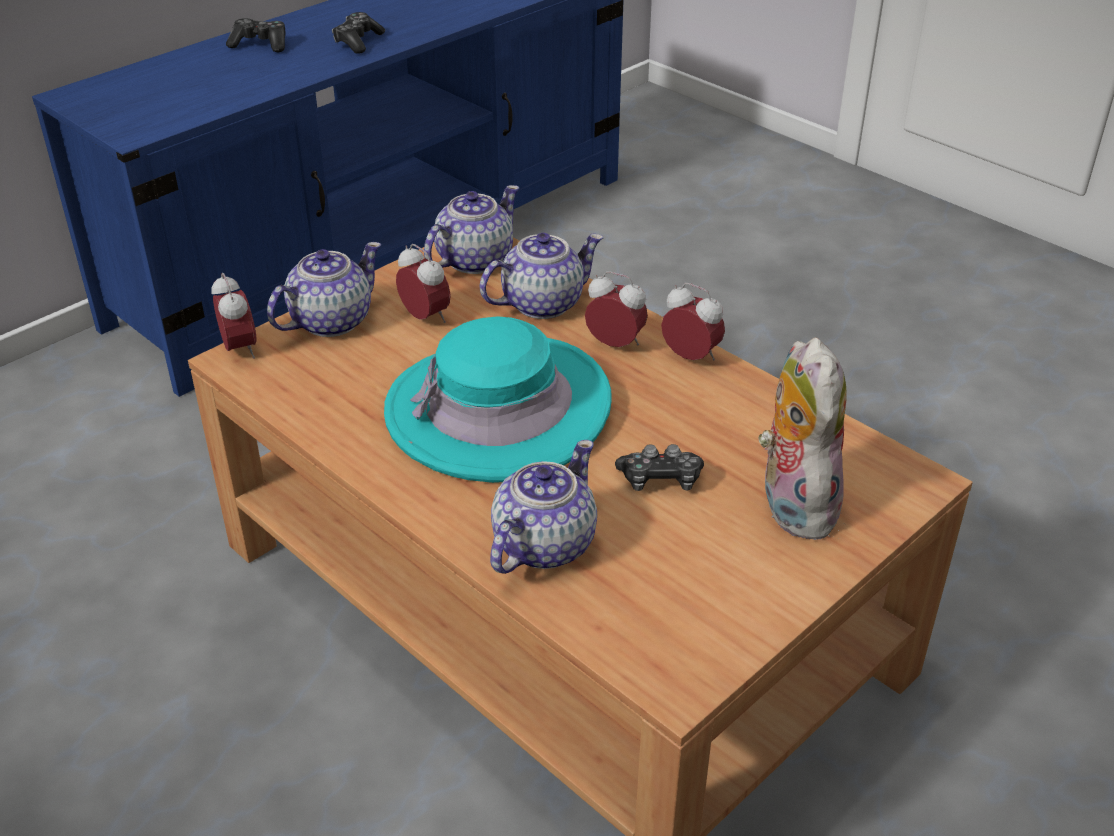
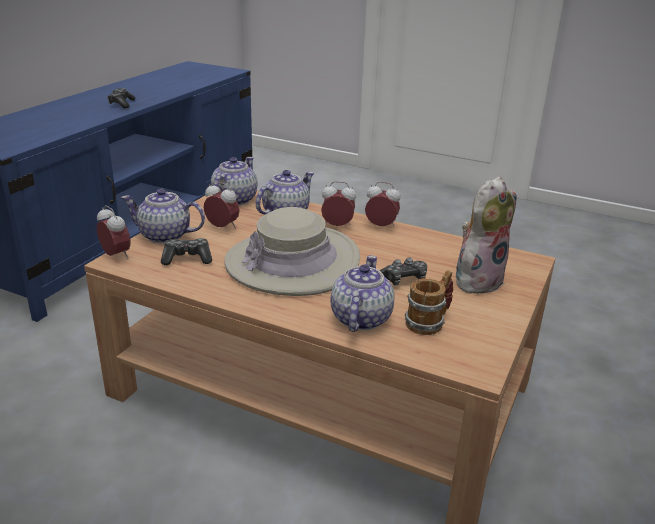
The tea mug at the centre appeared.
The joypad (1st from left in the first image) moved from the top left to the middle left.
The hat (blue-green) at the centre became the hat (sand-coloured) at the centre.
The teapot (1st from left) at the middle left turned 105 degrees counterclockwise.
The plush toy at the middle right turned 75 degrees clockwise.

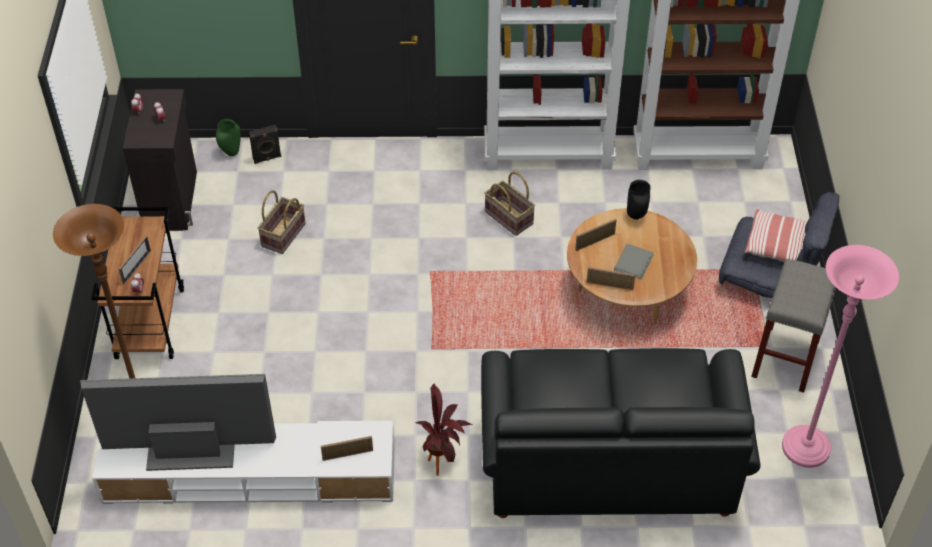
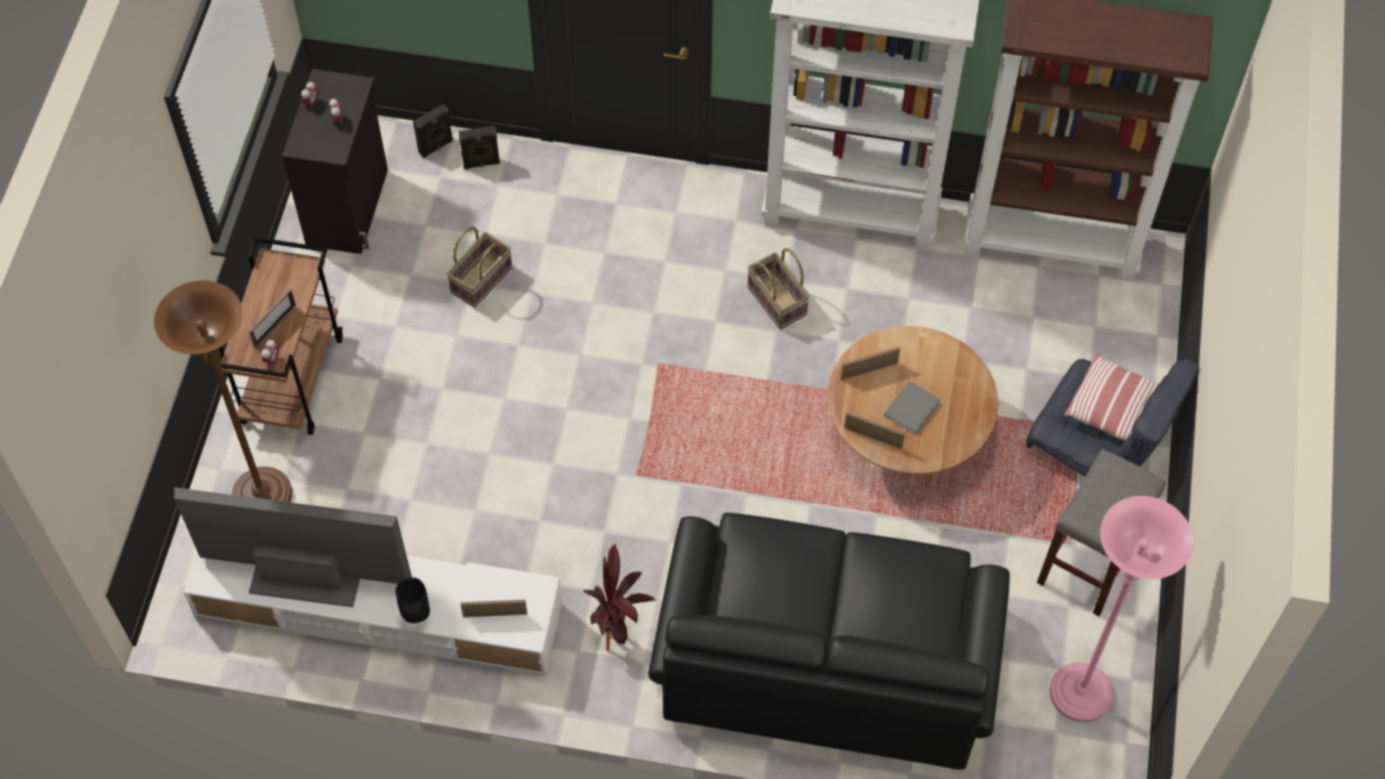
The flower vase (black-coloured) moved from the middle right to the bottom left.
The flower vase (green-coloured) at the top left was replaced by the audio speaker (black-coloured) (1st from left) at the top left.

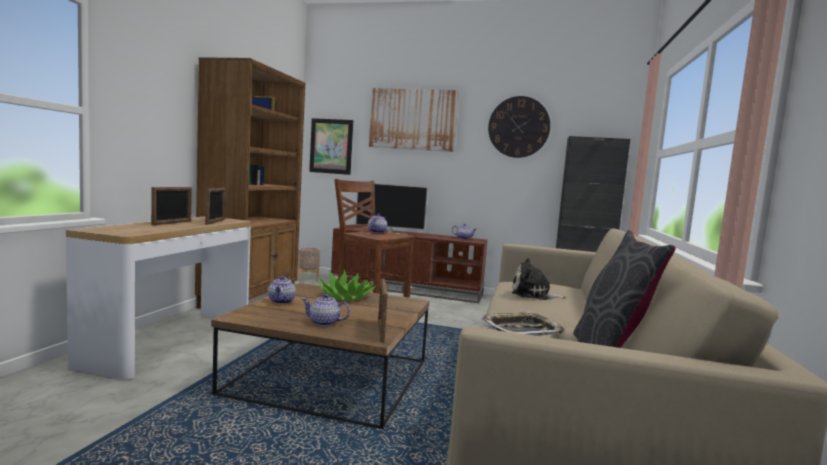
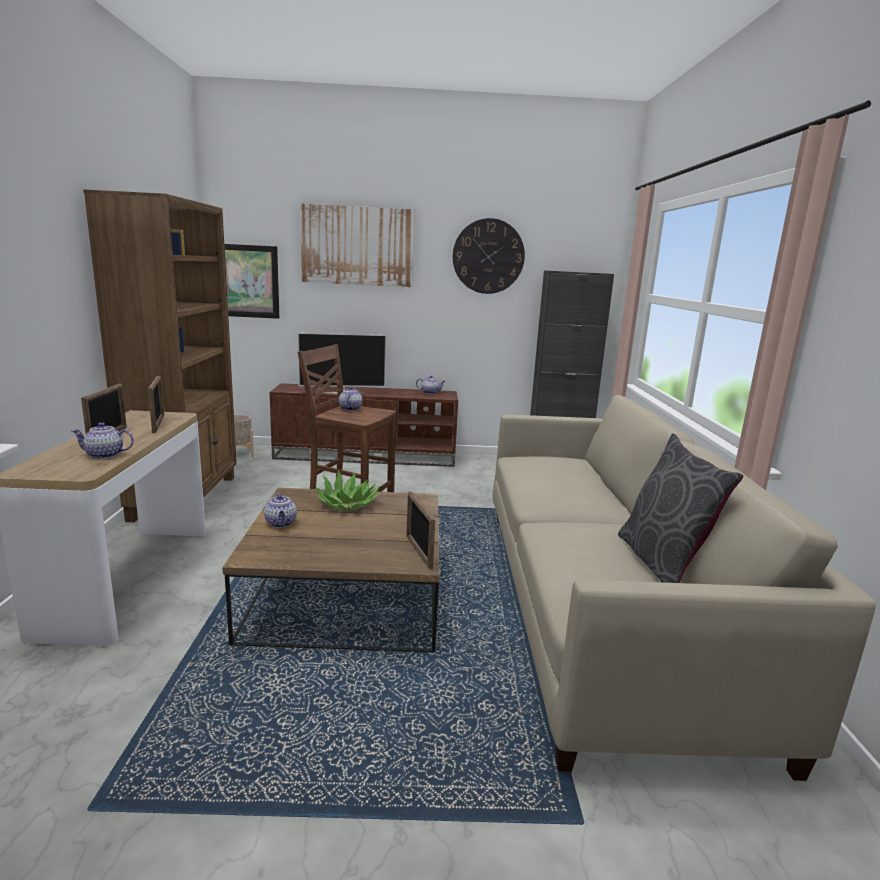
The serving tray at the bottom centre disappeared.
The plush toy at the centre disappeared.
The teapot (2nd from left in the first image) moved from the bottom centre to the middle left.

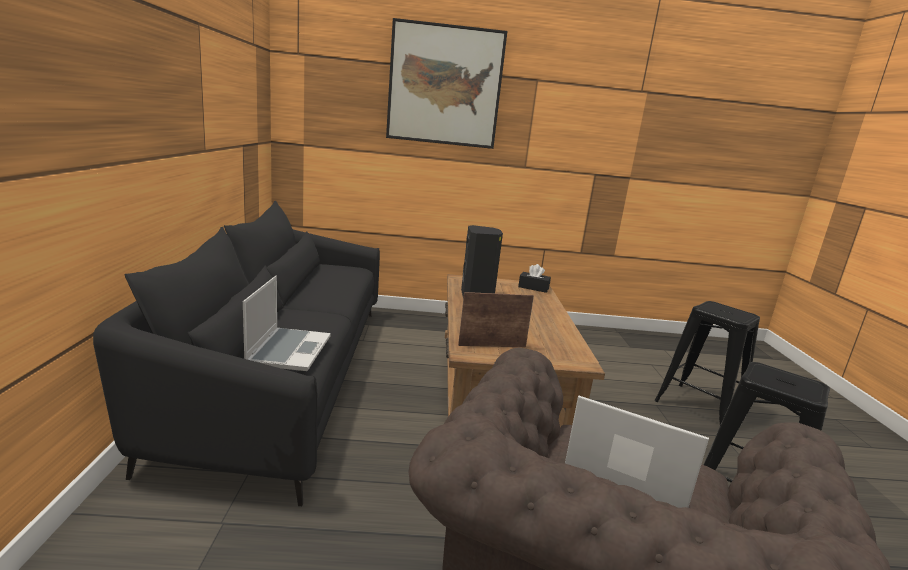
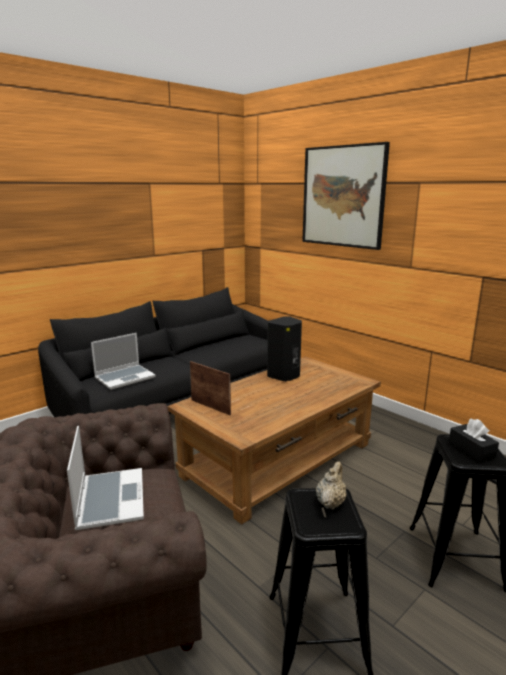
The teapot (sand-coloured) at the bottom centre appeared.
The tissue box (black-coloured) moved from the centre to the middle right.

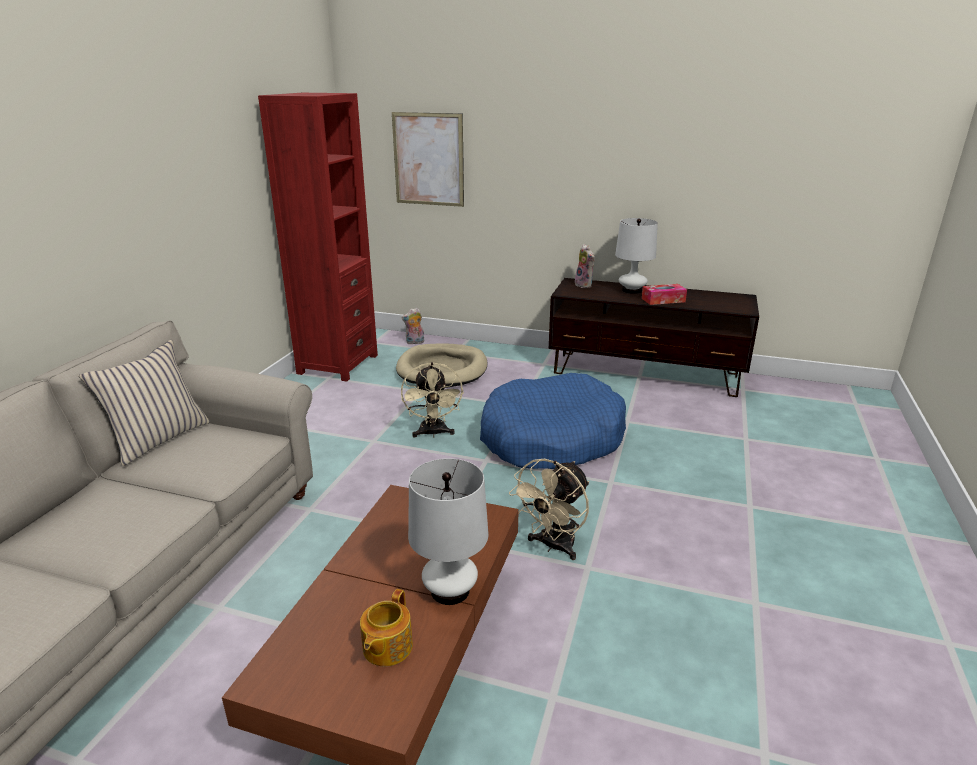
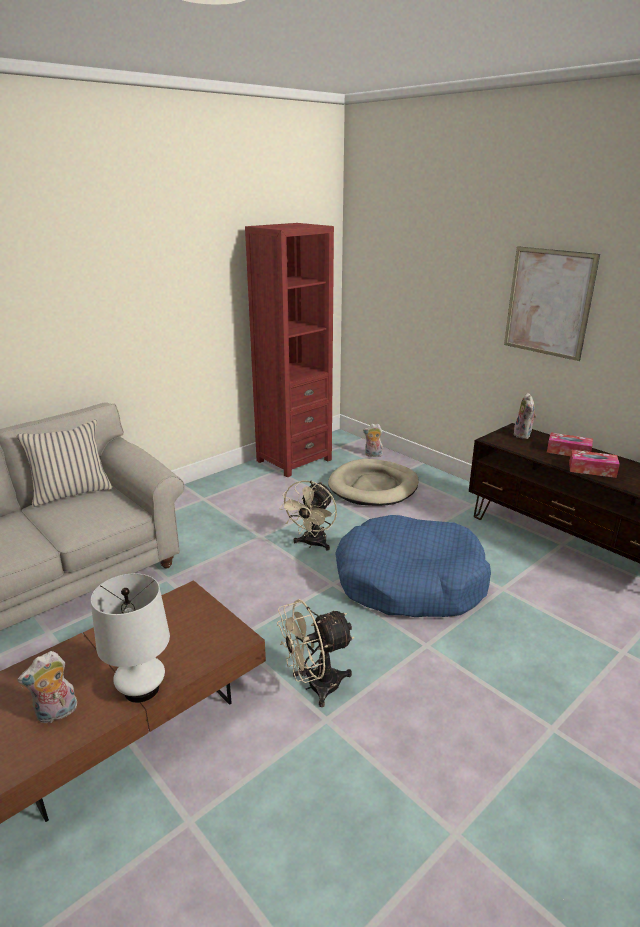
The wall art moved from the top centre to the top right.
The teapot at the bottom centre was replaced by the plush toy (1st from left) at the bottom left.
The table lamp (white) (2nd from left) at the centre was replaced by the tissue box (1st from left) at the middle right.

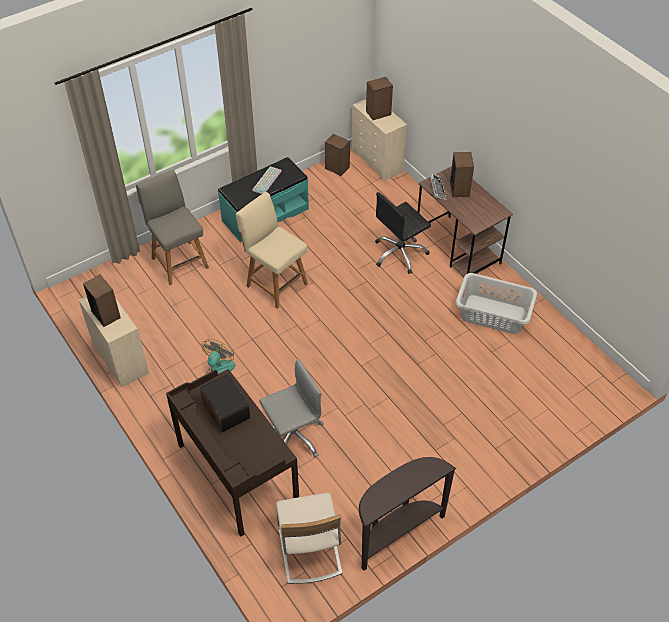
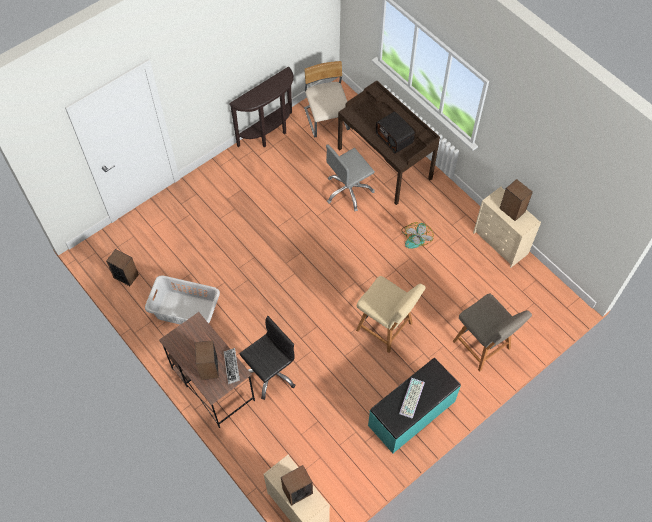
The audio speaker (2nd from left in the first image) moved from the top centre to the middle left.

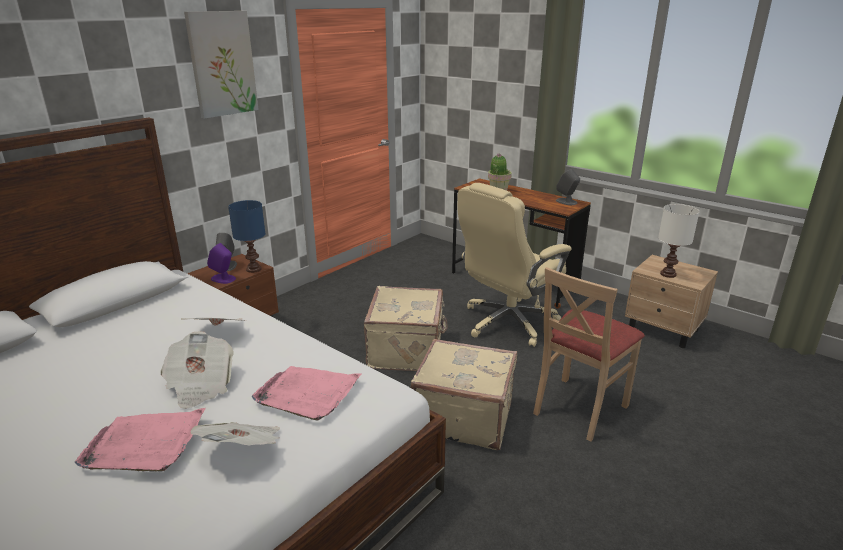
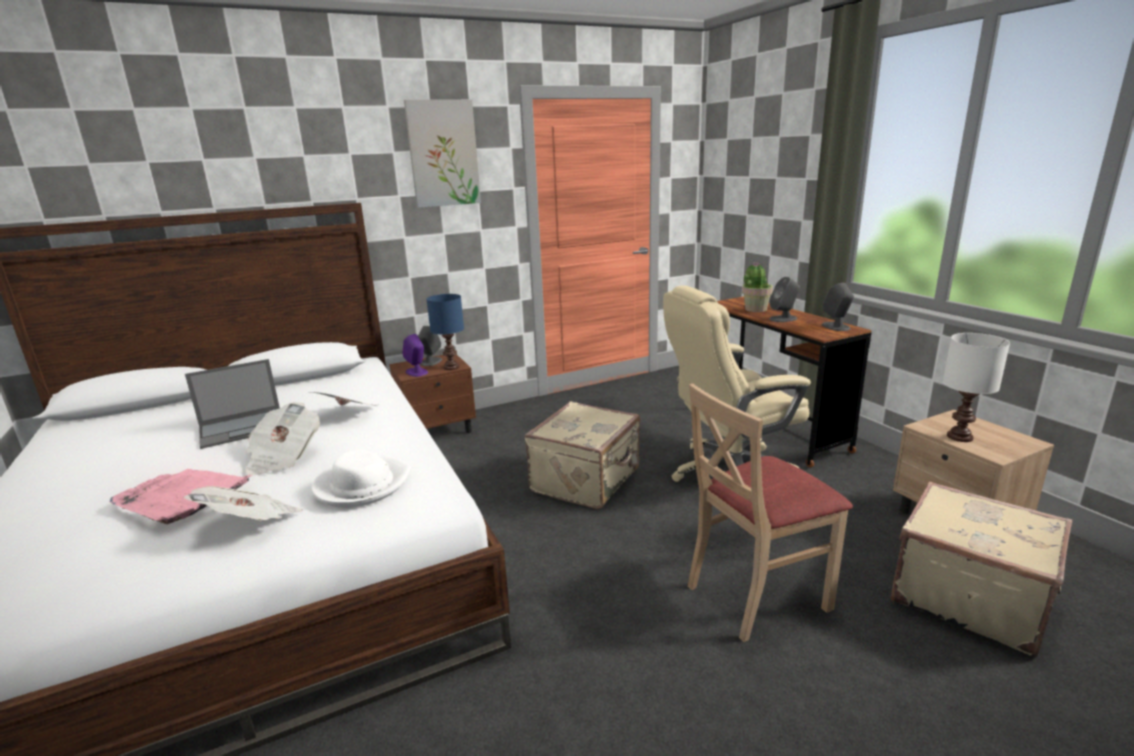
The laptop at the middle left appeared.
The audio speaker (greyish) (2nd from left) at the middle right appeared.
The suitcase (sand-coloured) (2nd from left) moved from the bottom centre to the bottom right.
The serving tray (pink) (2nd from left) at the bottom centre was replaced by the hat (white) at the middle left.

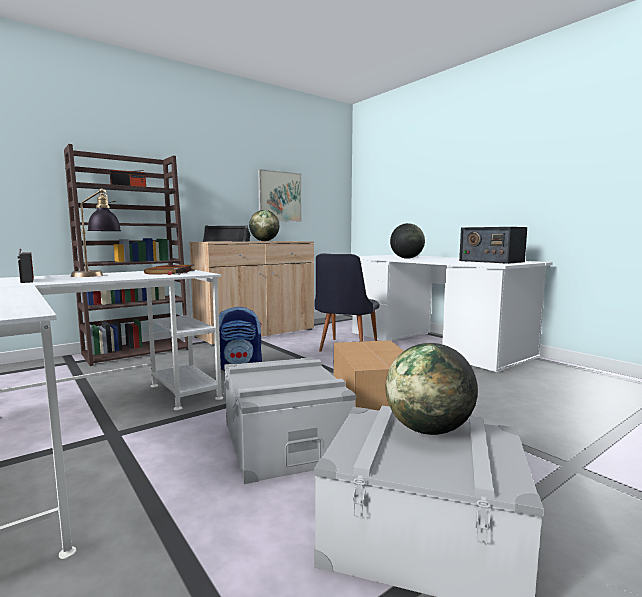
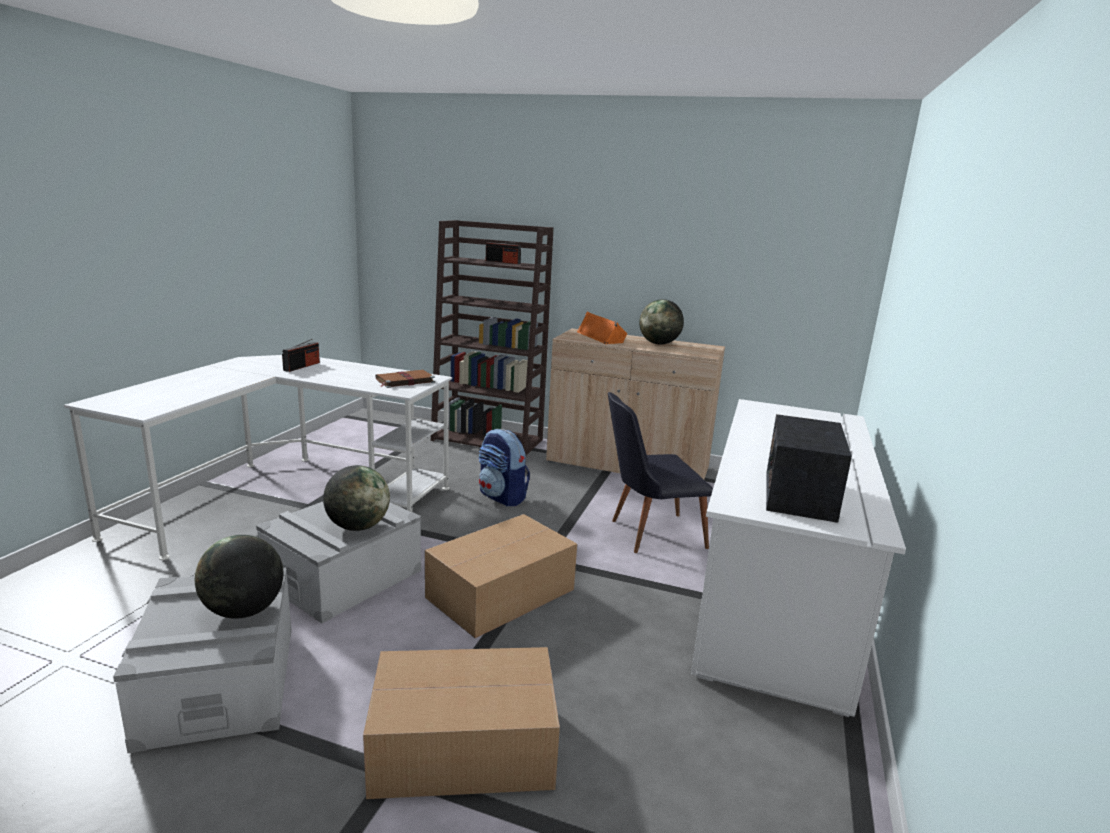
The table lamp at the middle left disappeared.
The wall art at the top centre disappeared.
The packing box (1st from left) at the bottom centre appeared.
The world globe (2nd from left) moved from the centre to the middle left.
The audio speaker (black-coloured) at the centre became the audio speaker (orange) at the centre.

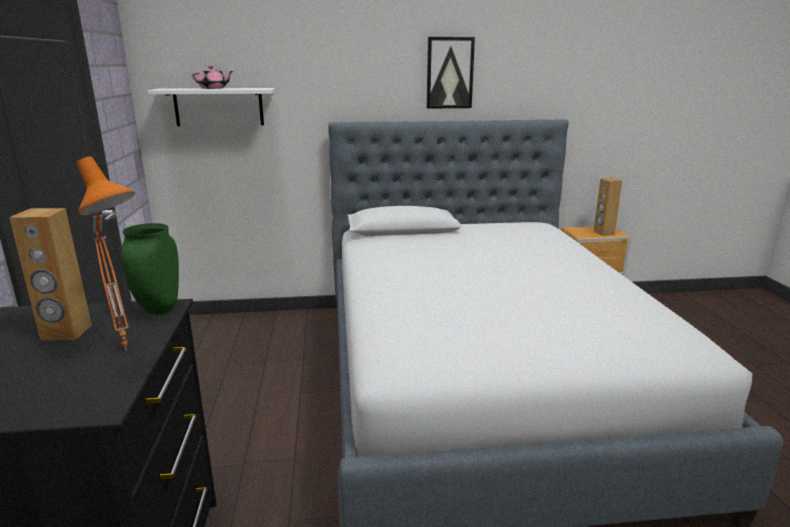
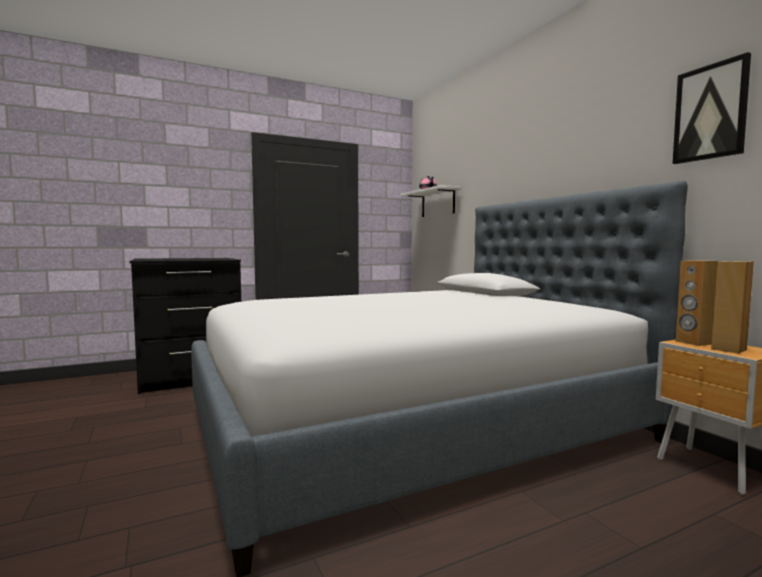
The table lamp (orange) at the middle left disappeared.
The flower vase (green-coloured) at the middle left disappeared.
The audio speaker (brown) (1st from left) moved from the middle left to the middle right.
The wall art moved from the top centre to the top right.

